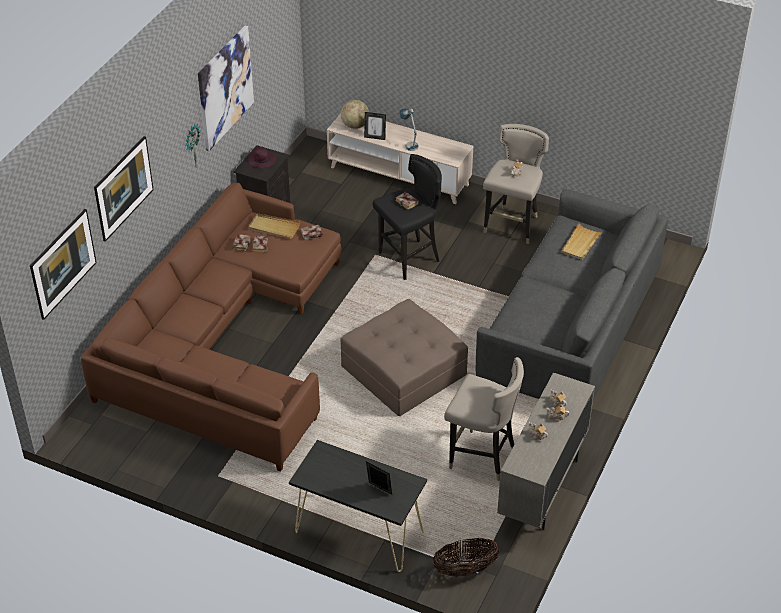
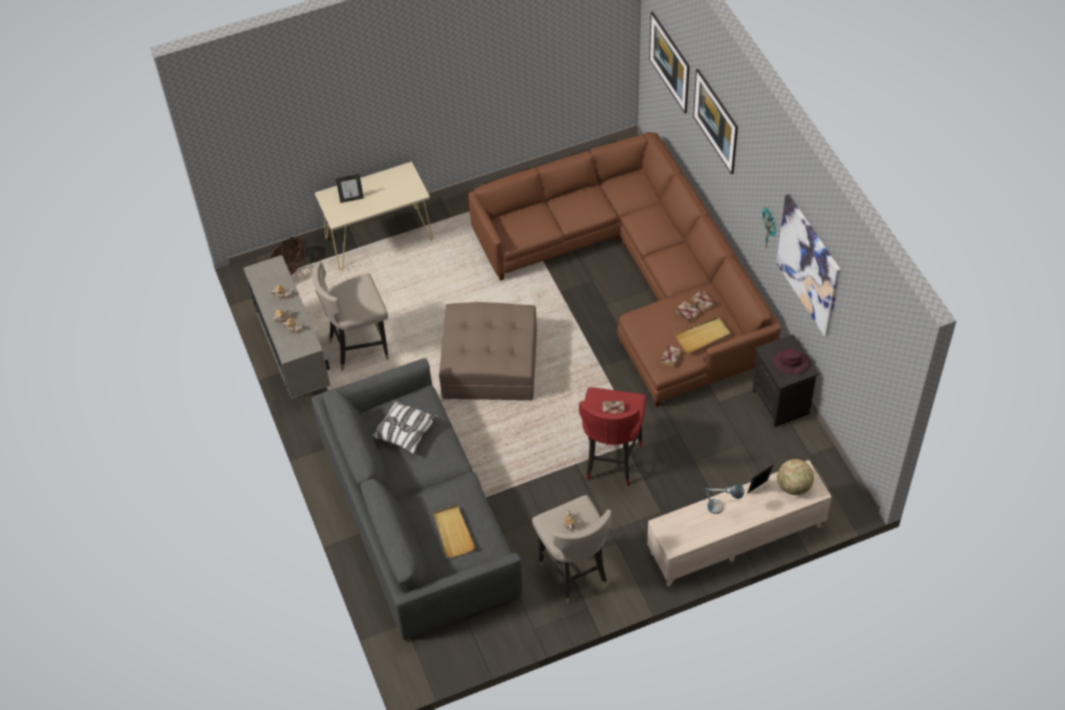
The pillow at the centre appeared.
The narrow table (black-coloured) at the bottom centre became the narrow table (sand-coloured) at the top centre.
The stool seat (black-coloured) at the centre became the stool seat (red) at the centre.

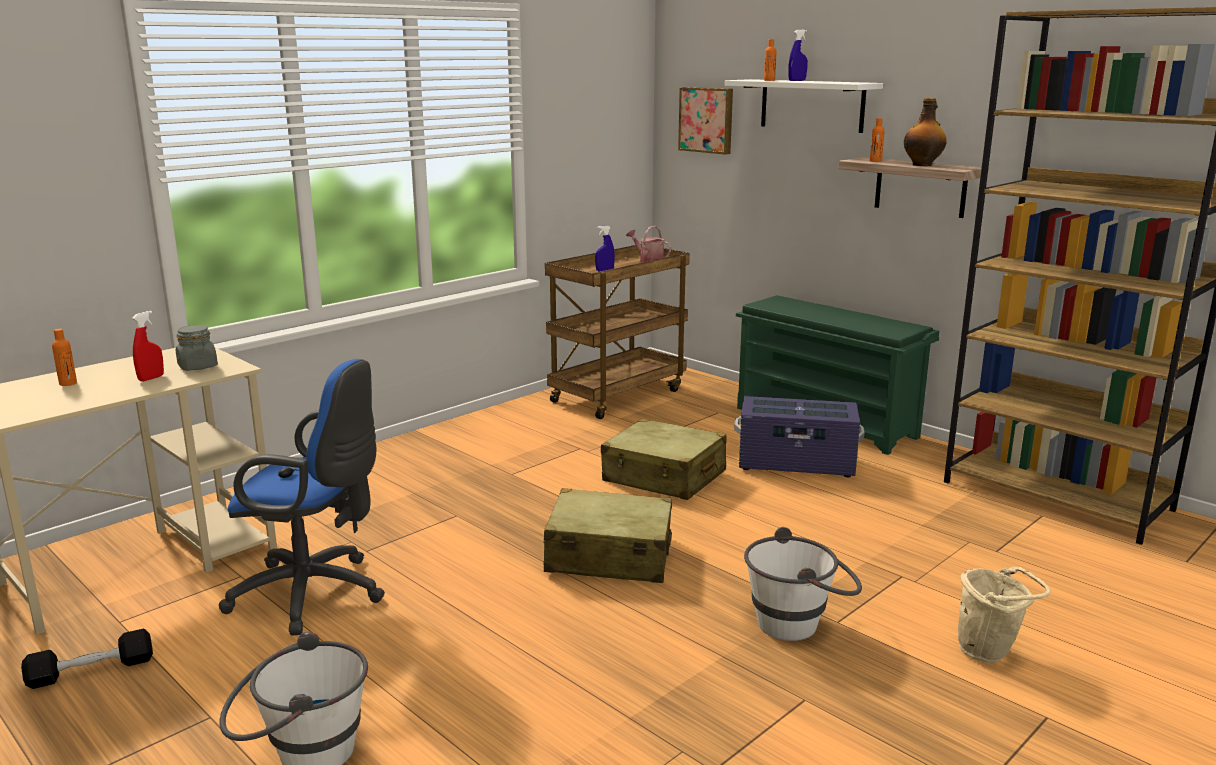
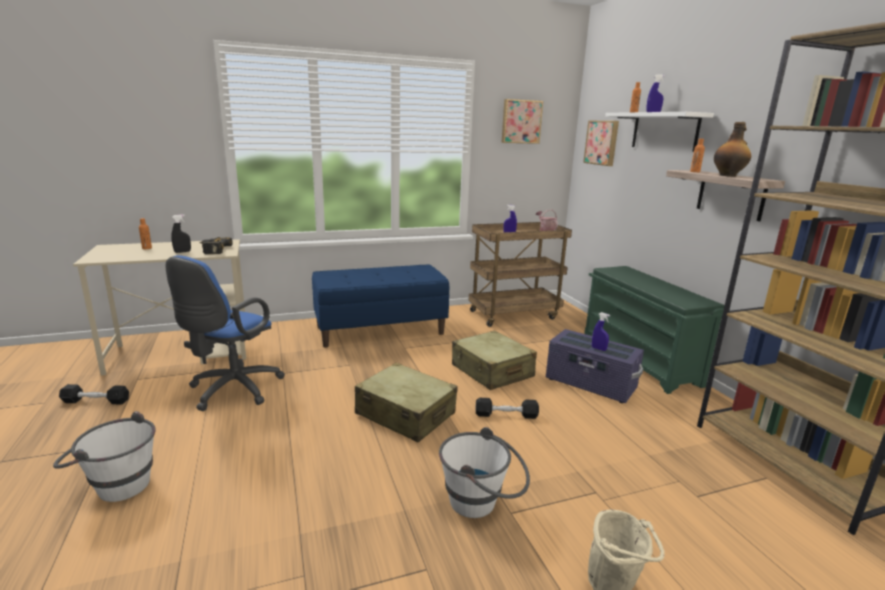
The bench (blue) at the centre appeared.
The free weight (black-coloured) (2nd from left) at the bottom centre appeared.
The wall art (1st from left) at the top centre appeared.
The sprayer (blue) (2nd from left) at the middle right appeared.
The jar (greyish) at the middle left was replaced by the power drill at the middle left.
The sprayer (red) at the middle left became the sprayer (black-coloured) at the middle left.
The desk chair (blue) at the middle left turned 75 degrees clockwise.

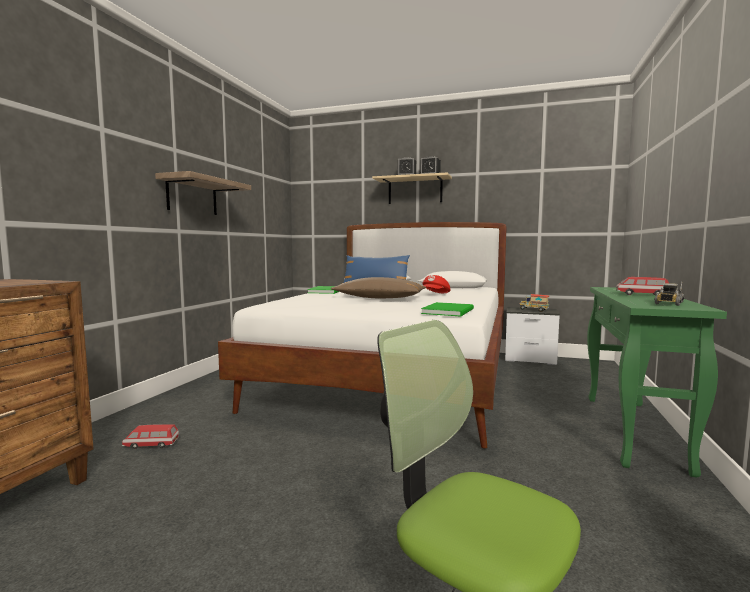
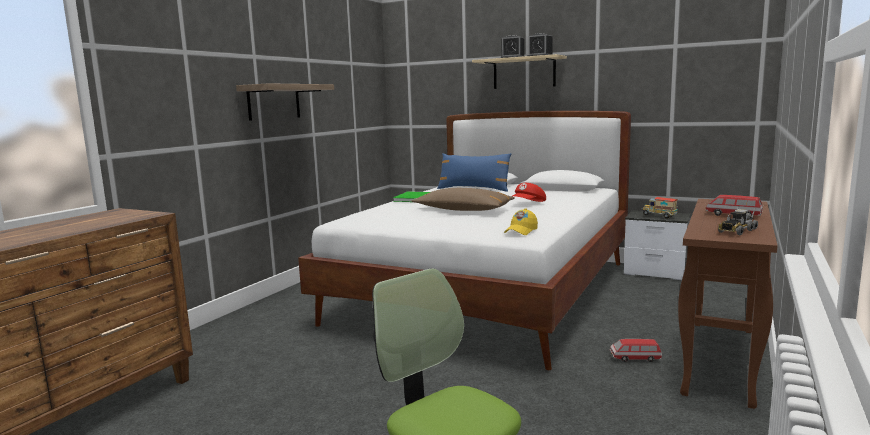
The model car (1st from left) moved from the bottom left to the bottom right.
The book (green-coloured) (2nd from left) at the centre was replaced by the baseball cap (yellow-coloured) at the centre.
The narrow table (green-coloured) at the middle right became the narrow table (brown) at the bottom right.

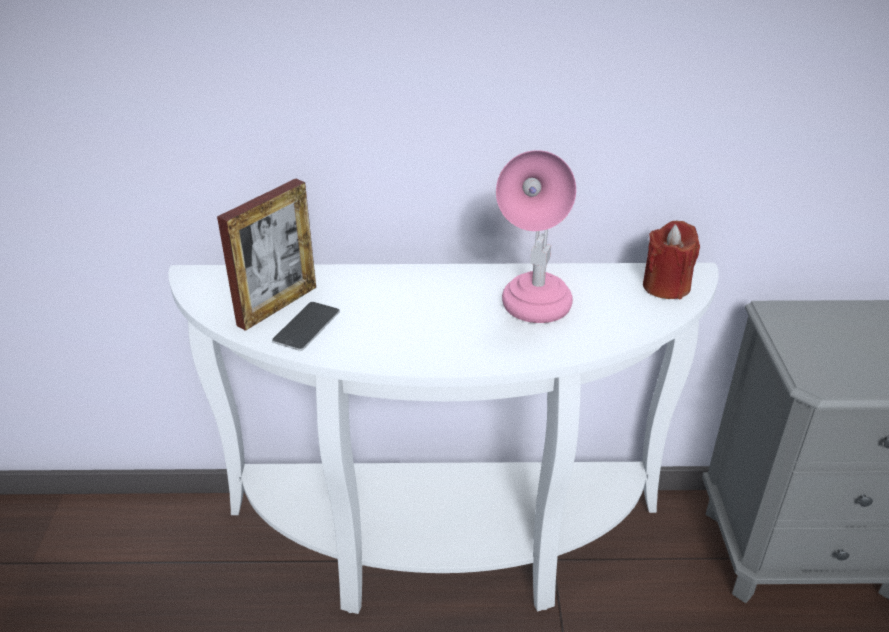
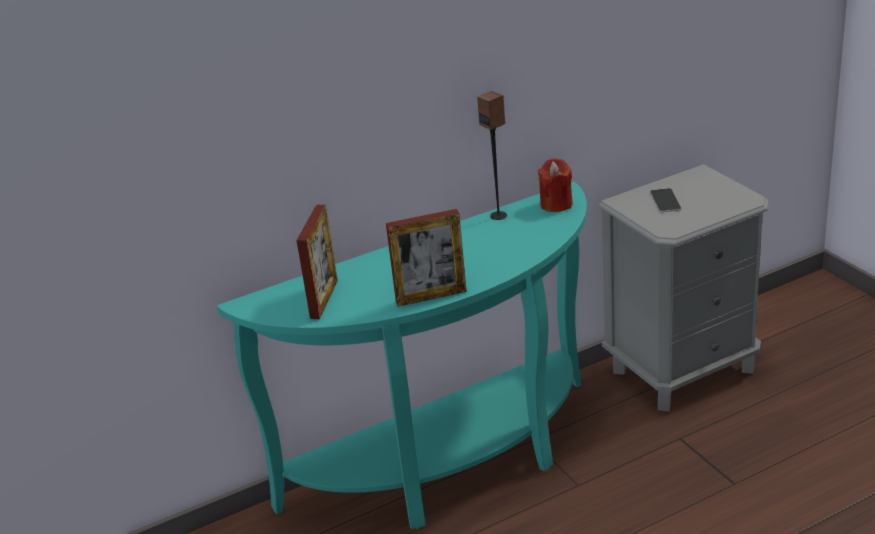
The table lamp (pink) at the centre disappeared.
The picture frame (2nd from left) at the centre appeared.
The audio speaker at the top centre appeared.
The telephone moved from the centre to the middle right.
The narrow table (white) at the bottom centre became the narrow table (blue-green) at the centre.

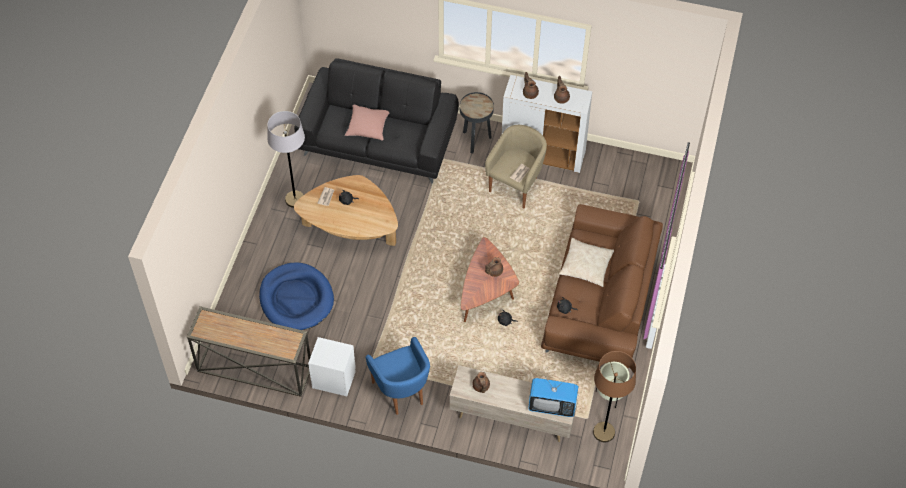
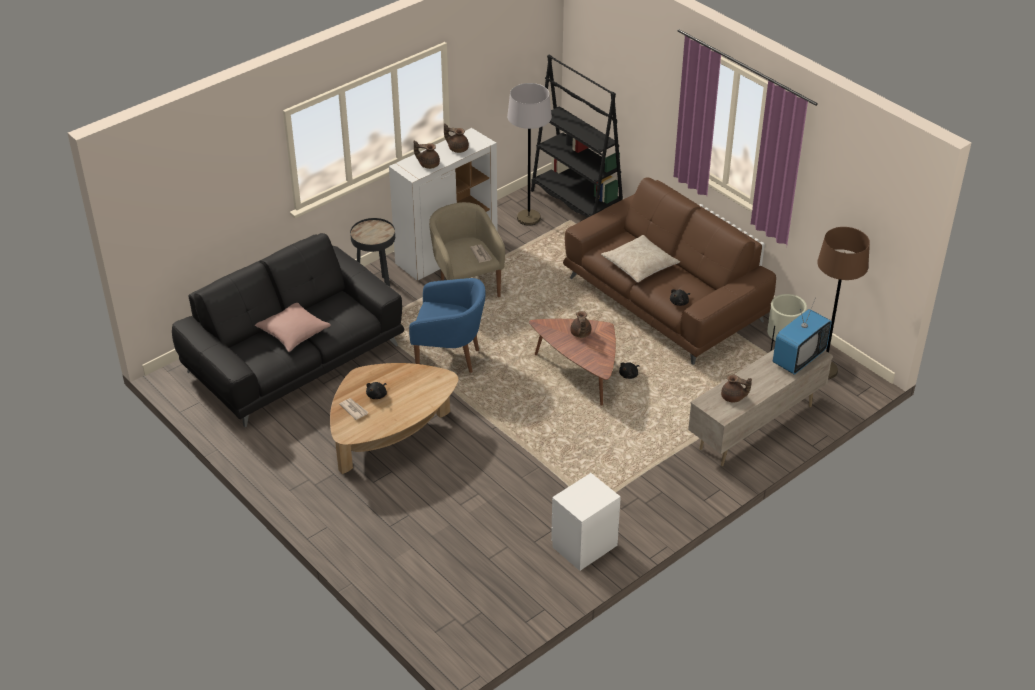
The narrow table at the bottom left disappeared.
The dog bed (blue) at the middle left disappeared.
The bookcase (black-coloured) at the top centre appeared.
The standard lamp (greyish) moved from the top left to the top centre.
The easy chair (blue) moved from the bottom centre to the centre.

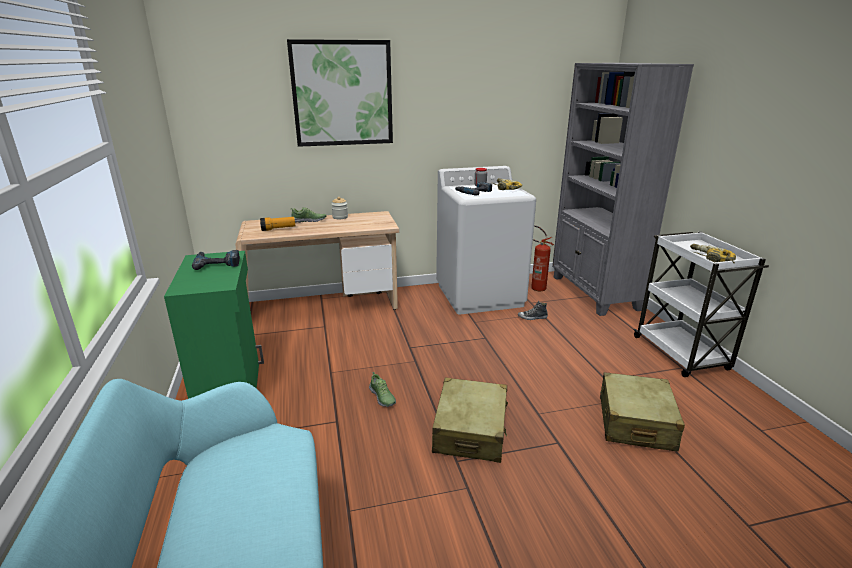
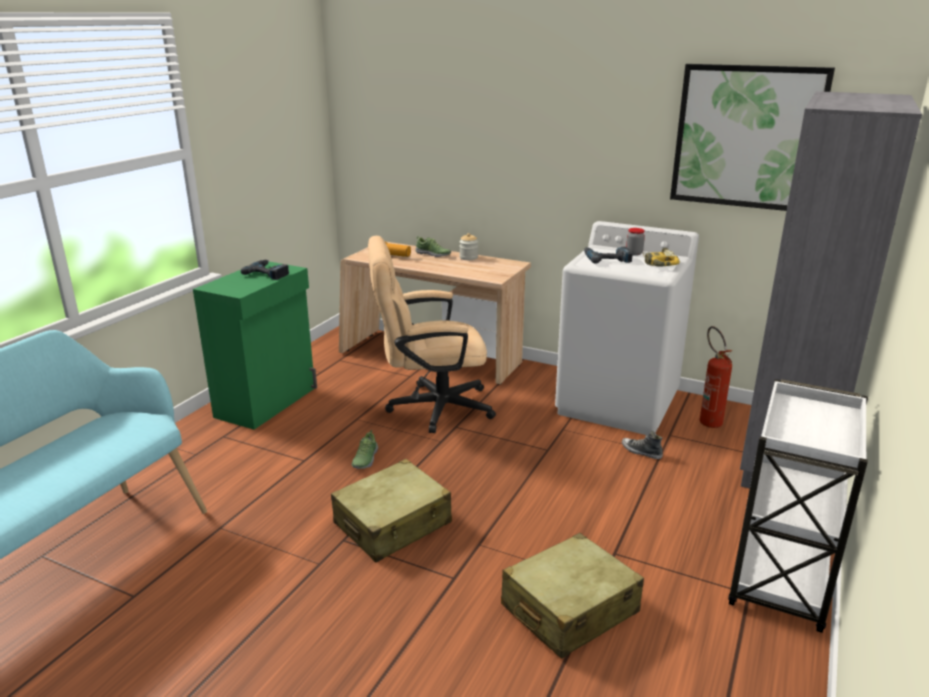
The power drill (4th from left) at the middle right disappeared.
The desk chair (sand-coloured) at the centre appeared.
The wall art moved from the top centre to the top right.

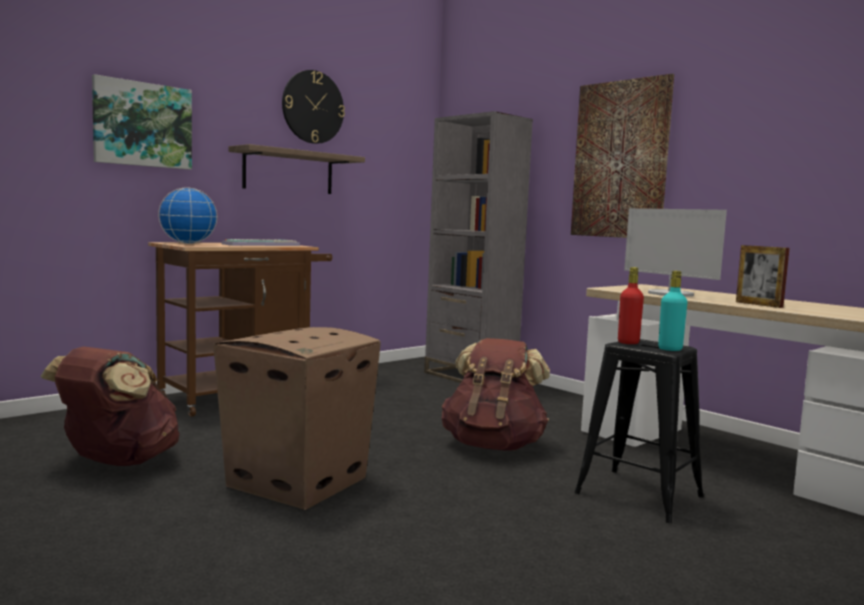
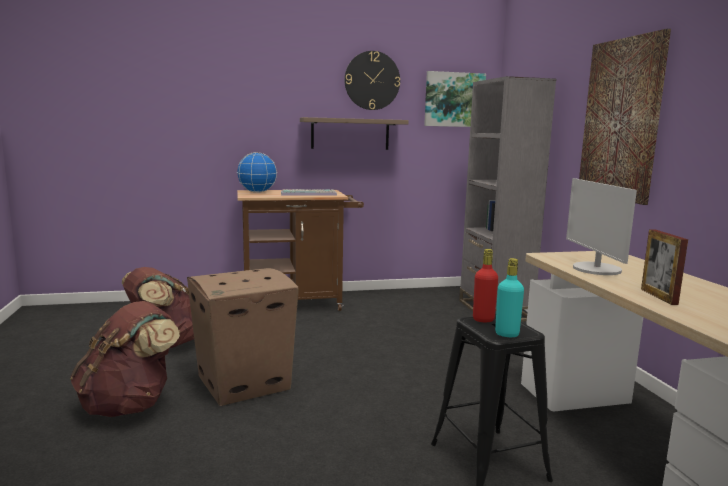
The wall art (1st from left) moved from the top left to the top centre.
The rucksack (brown) (2nd from left in the first image) moved from the centre to the bottom left.

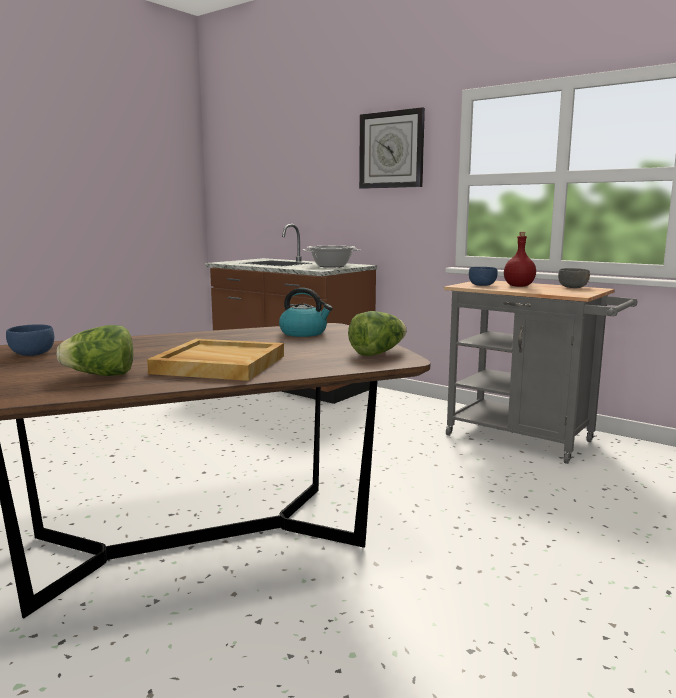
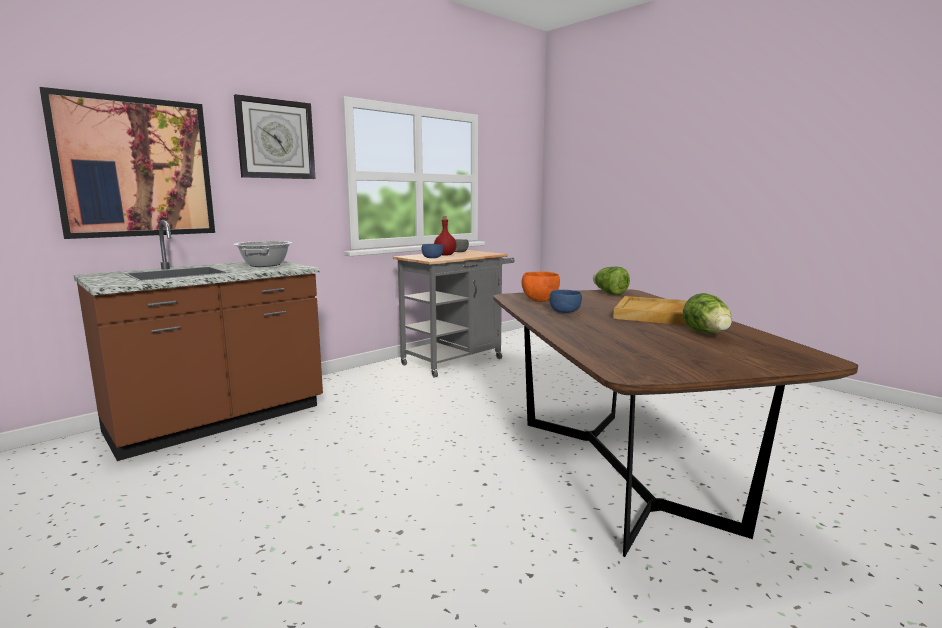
The wall art at the top left appeared.
The serving bowl (blue) (1st from left in the first image) moved from the middle left to the centre.
The tea kettle at the centre was replaced by the serving bowl (orange) at the centre.

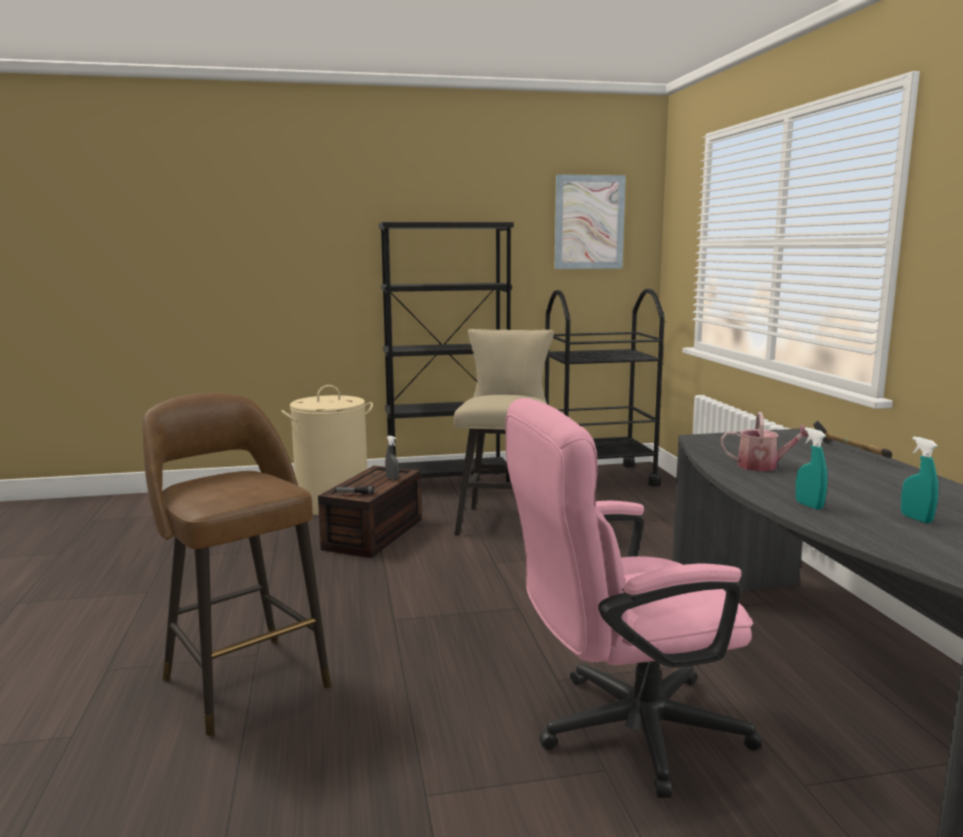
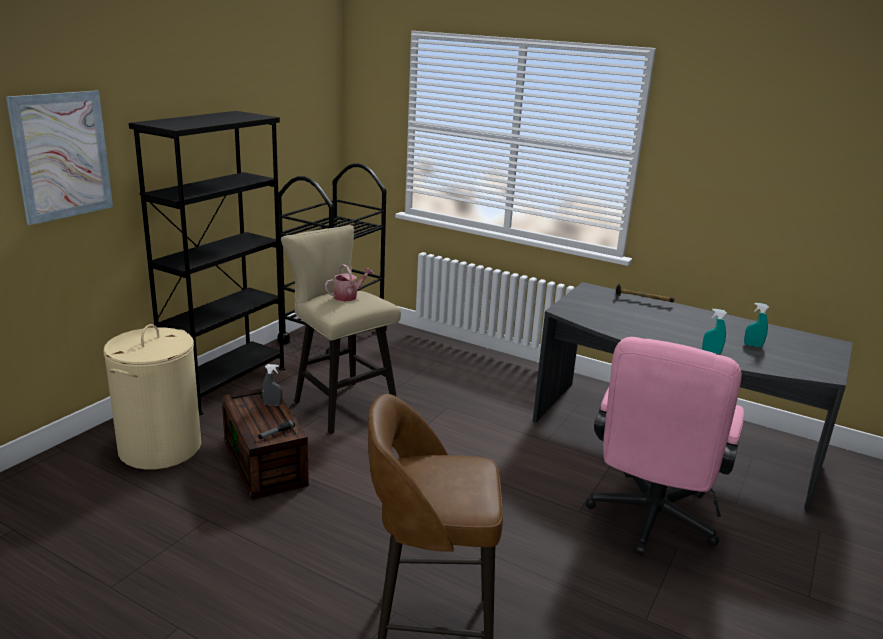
The wall art moved from the top centre to the top left.
The watering pot moved from the middle right to the centre.

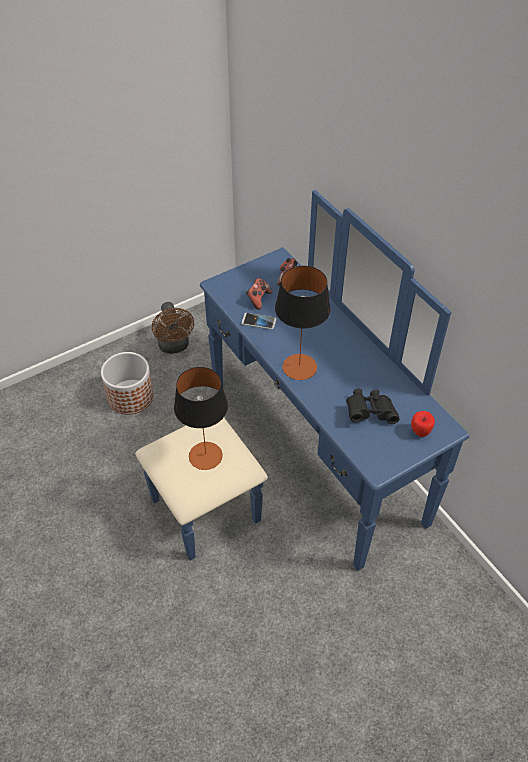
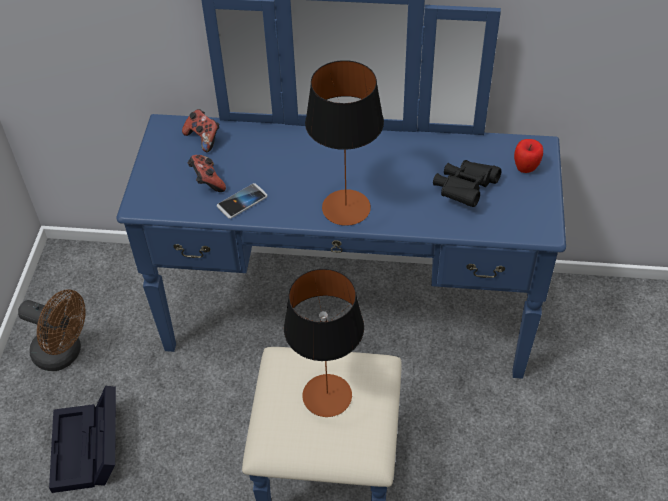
The planter at the middle left was replaced by the storage box (black-coloured) at the bottom left.

